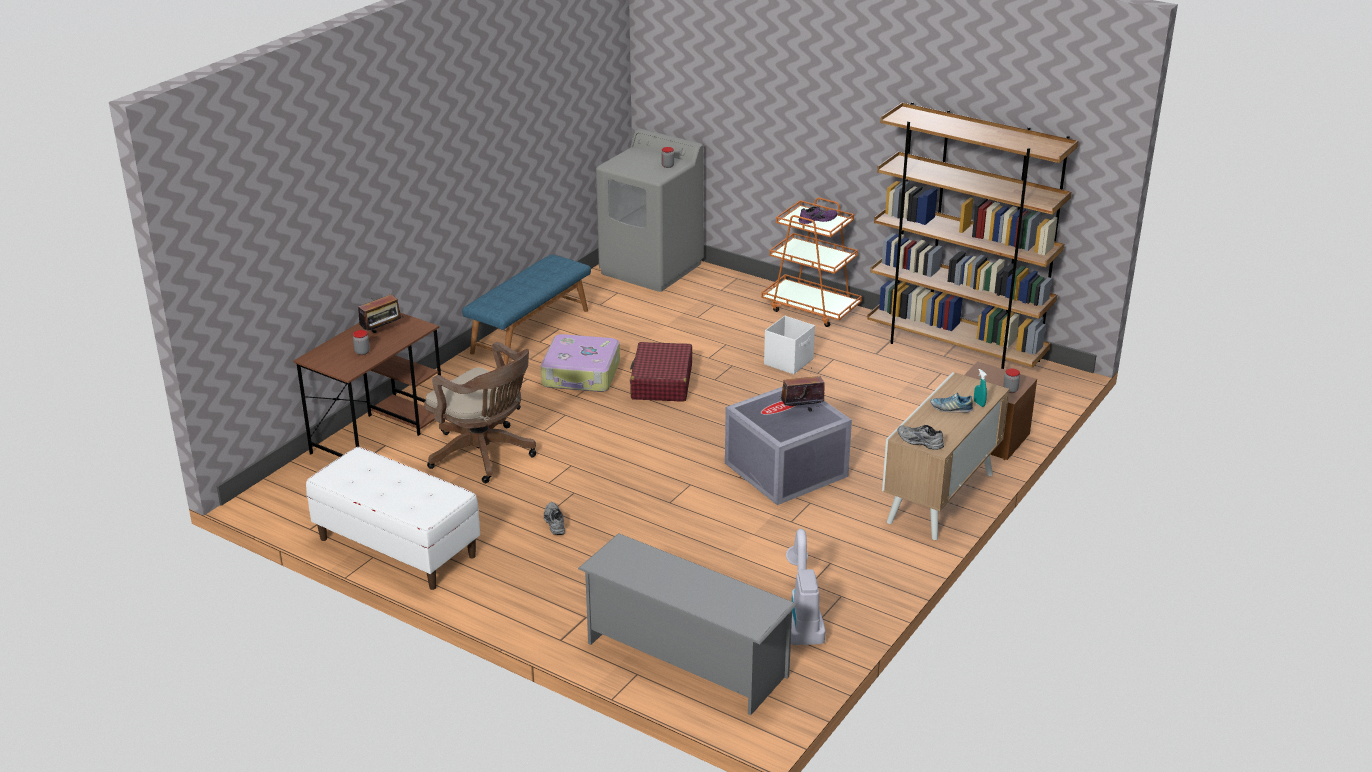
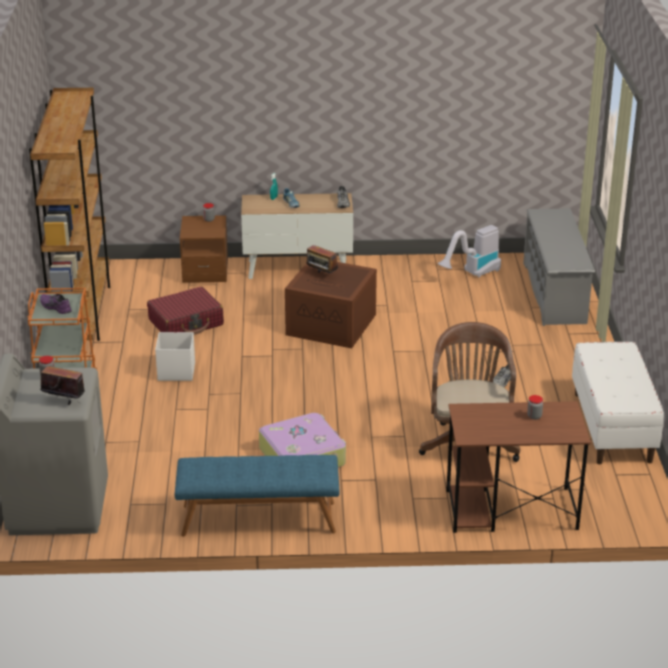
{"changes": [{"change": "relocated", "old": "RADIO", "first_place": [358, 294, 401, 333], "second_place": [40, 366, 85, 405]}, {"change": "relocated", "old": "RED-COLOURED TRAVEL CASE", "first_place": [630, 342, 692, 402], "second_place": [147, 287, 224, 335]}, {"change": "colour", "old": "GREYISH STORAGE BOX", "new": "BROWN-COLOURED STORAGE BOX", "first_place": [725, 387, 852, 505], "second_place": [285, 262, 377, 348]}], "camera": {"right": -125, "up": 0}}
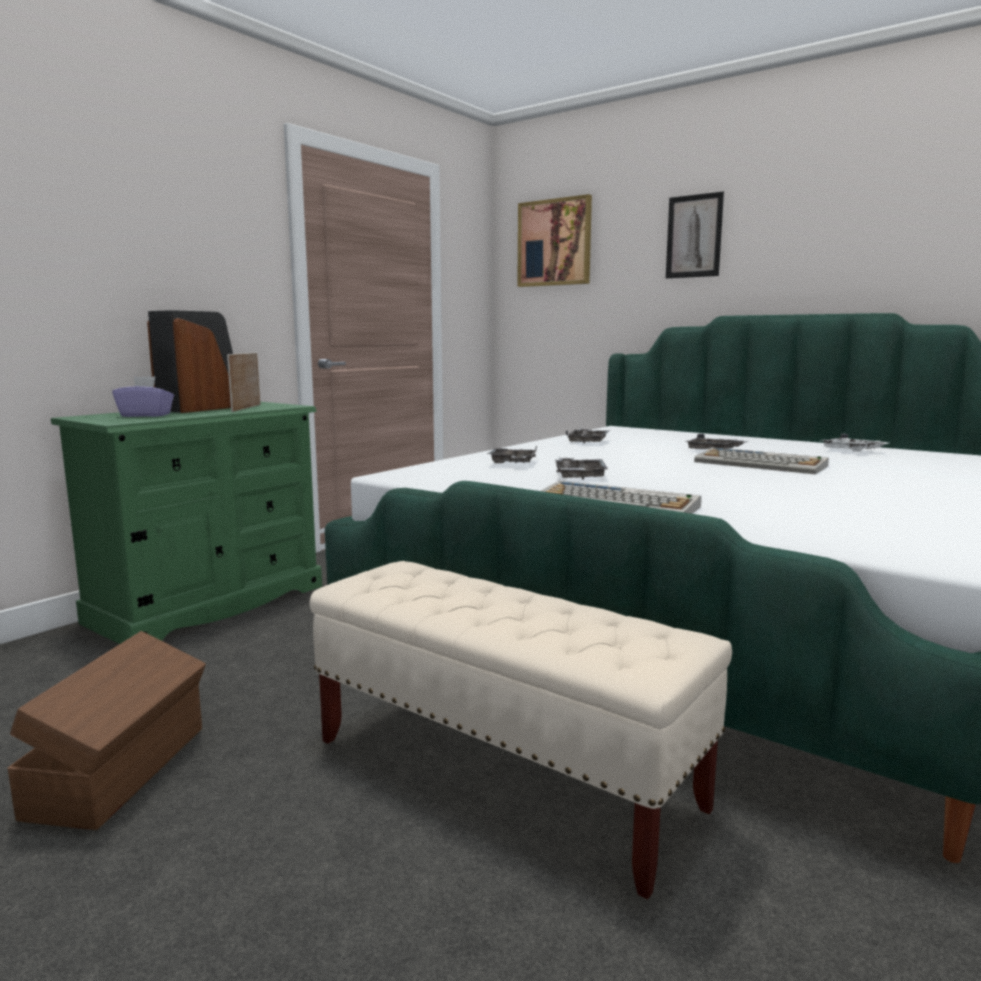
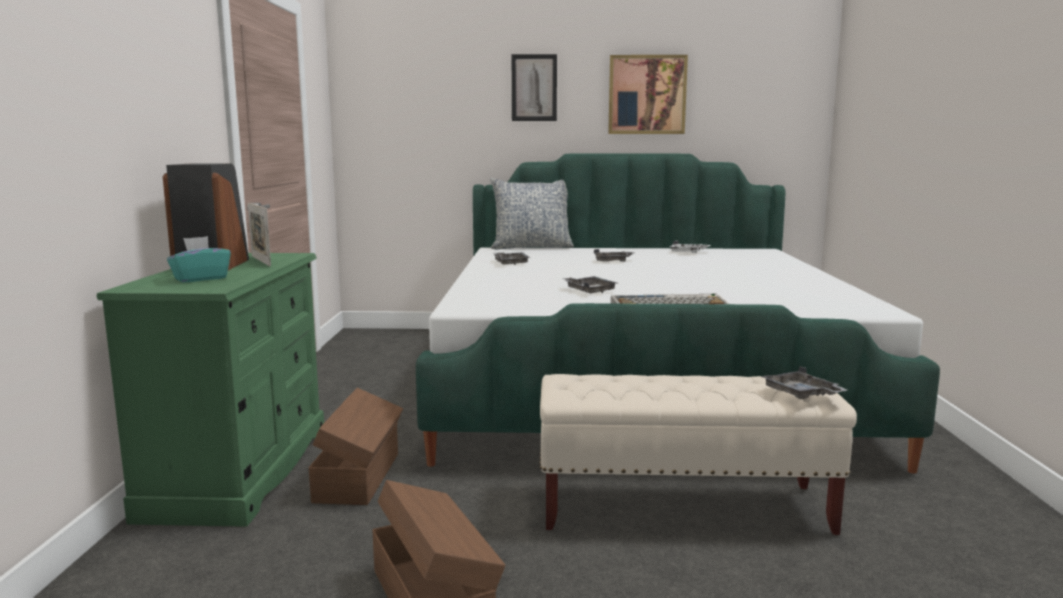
{"changes": [{"change": "missing", "old": "KEYBOARD", "first_place": [694, 447, 829, 474]}, {"change": "appeared", "new": "BROWN-COLOURED STORAGE BOX", "second_place": [309, 388, 403, 505]}, {"change": "appeared", "new": "THROW PILLOW", "second_place": [490, 178, 574, 249]}, {"change": "relocated", "old": "GREYISH TRAY", "first_place": [487, 446, 537, 463], "second_place": [760, 366, 847, 399]}, {"change": "relocated", "old": "WALL PICTURE", "first_place": [517, 194, 592, 287], "second_place": [608, 55, 688, 134]}, {"change": "colour", "old": "PURPLISH TISSUE HOLDER", "new": "TURQUOISE TISSUE HOLDER", "first_place": [112, 376, 174, 417], "second_place": [167, 236, 231, 282]}], "camera": {"right": -35, "up": 0}}
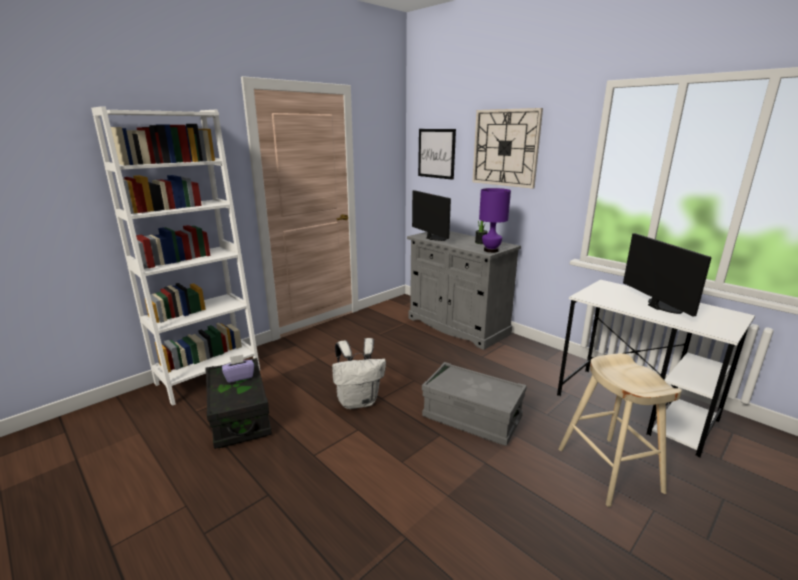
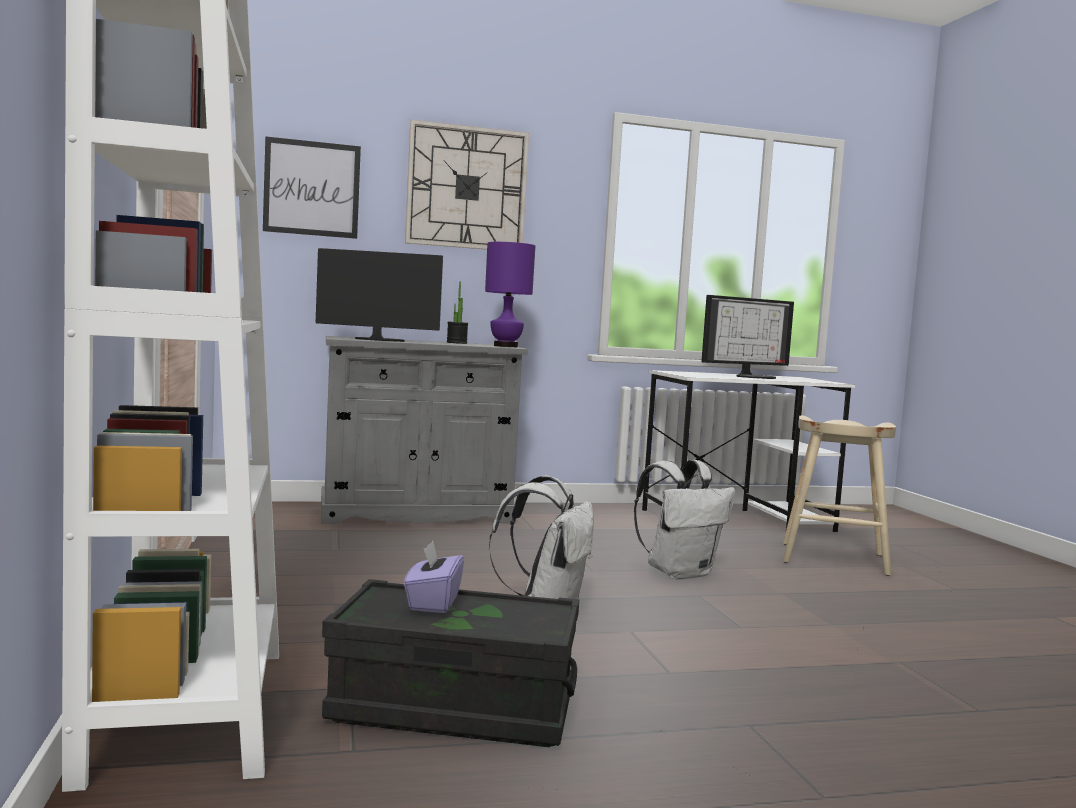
{"changes": [{"change": "exchanged", "old": "GREYISH STORAGE BOX", "new": "WHITE KNAPSACK", "first_place": [422, 362, 527, 446], "second_place": [634, 460, 735, 580]}, {"change": "spun", "old": "COMPUTER SCREEN", "first_place": [623, 233, 711, 317], "second_place": [701, 295, 794, 379], "degrees": 135}], "camera": {"right": -60, "up": -15}}
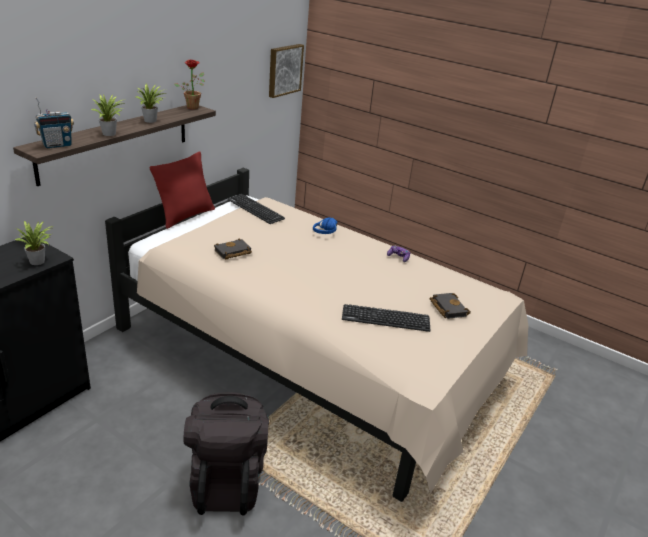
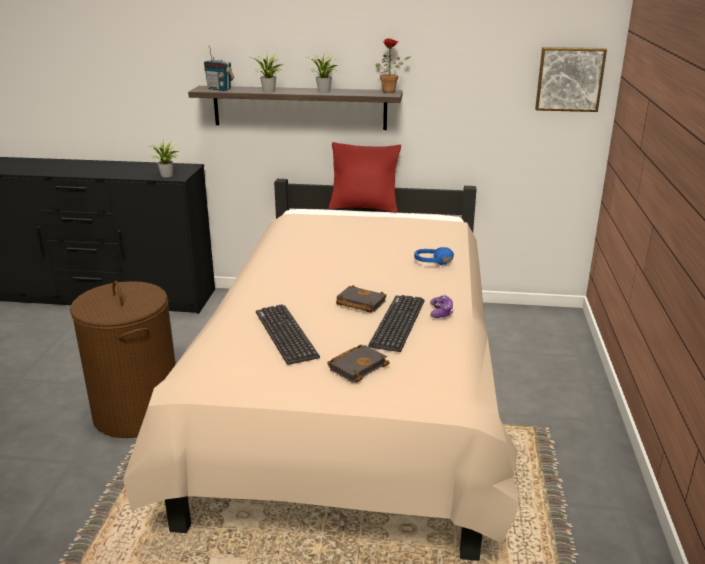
{"changes": [{"change": "relocated", "old": "BLACK BOUND BOOK", "first_place": [214, 238, 252, 260], "second_place": [336, 285, 387, 313]}, {"change": "relocated", "old": "KEYBOARD", "first_place": [228, 194, 285, 224], "second_place": [368, 295, 425, 352]}, {"change": "exchanged", "old": "BLACK KNAPSACK", "new": "BROWN-COLOURED HAMPER", "first_place": [184, 392, 269, 515], "second_place": [70, 281, 176, 438]}], "camera": {"right": 65, "up": -5}}
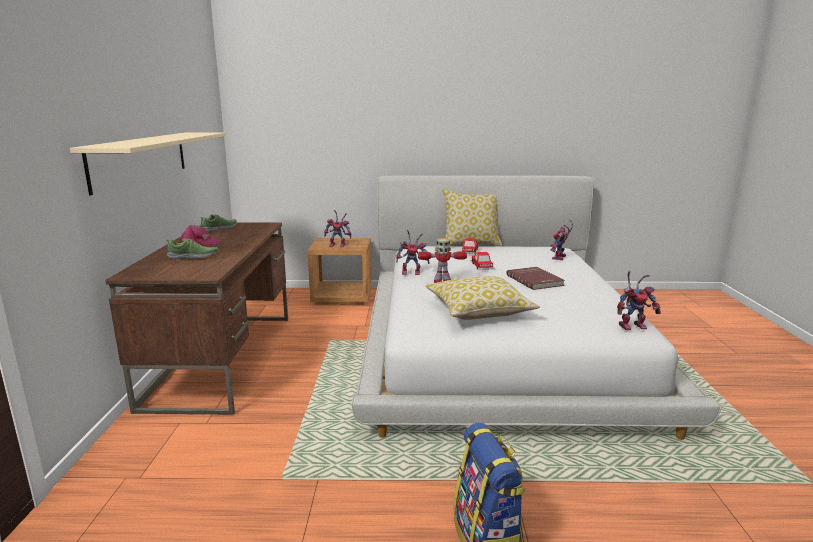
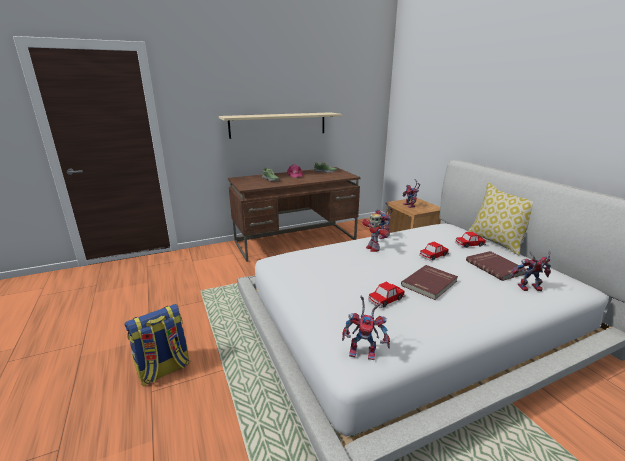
{"changes": [{"change": "missing", "old": "THROW PILLOW", "first_place": [426, 276, 540, 320]}, {"change": "appeared", "new": "TOY CAR", "second_place": [368, 281, 405, 308]}, {"change": "appeared", "new": "RED-COLOURED BOUND BOOK", "second_place": [466, 251, 527, 281]}, {"change": "spun", "old": "MODEL ROBOT", "first_place": [617, 271, 661, 330], "second_place": [342, 296, 390, 360], "degrees": -45}], "camera": {"right": 65, "up": 5}}
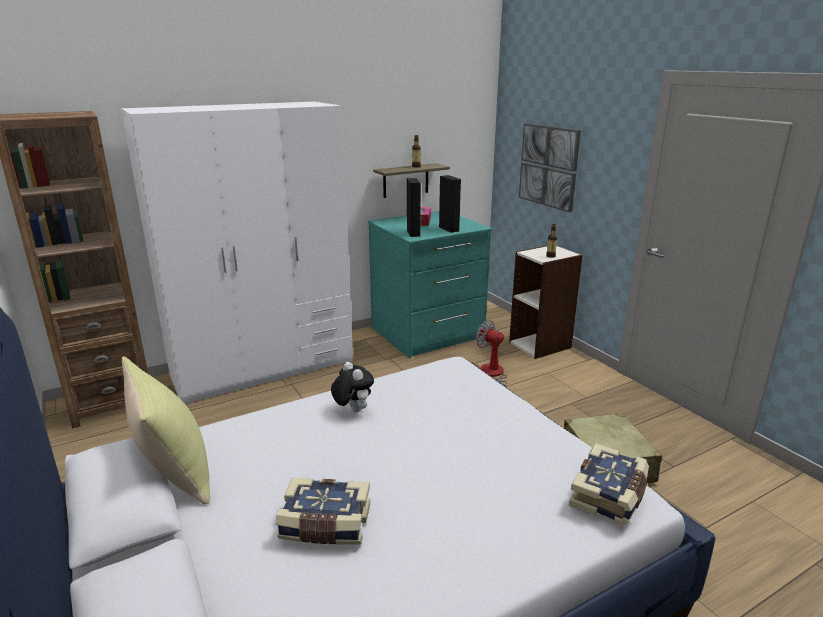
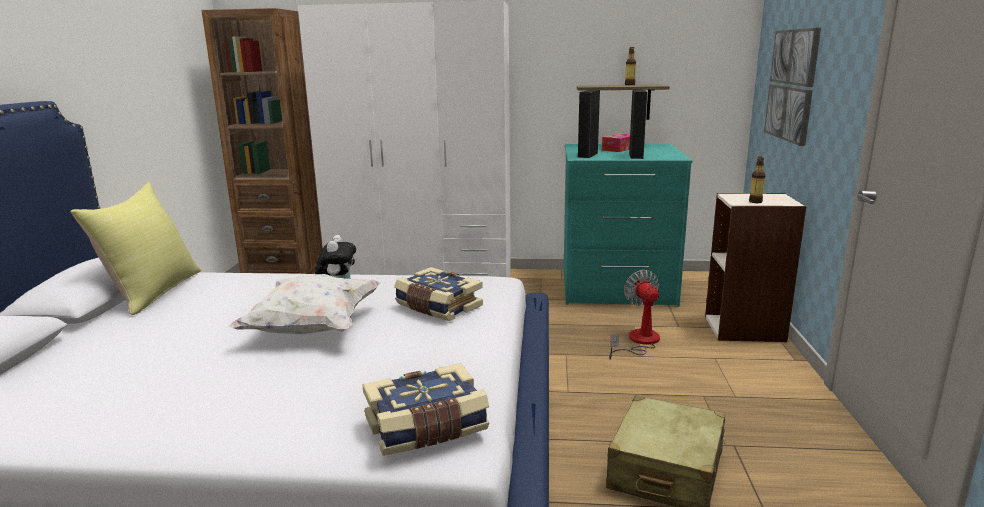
{"changes": [{"change": "appeared", "new": "WHITE THROW PILLOW", "second_place": [228, 274, 381, 334]}, {"change": "relocated", "old": "BOUND BOOK", "first_place": [276, 478, 370, 544], "second_place": [394, 267, 483, 321]}], "camera": {"right": 35, "up": -5}}
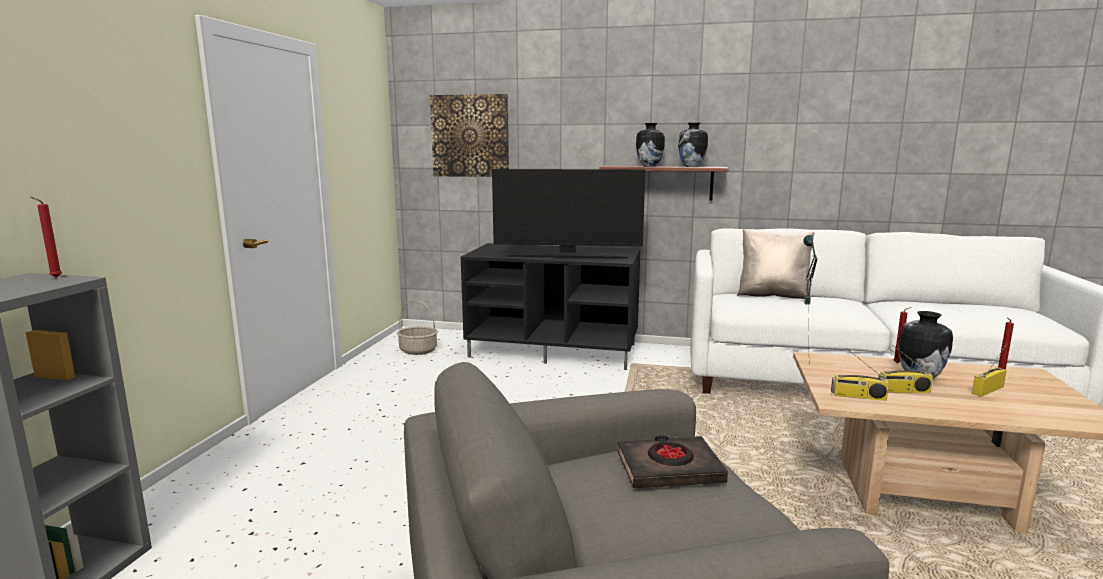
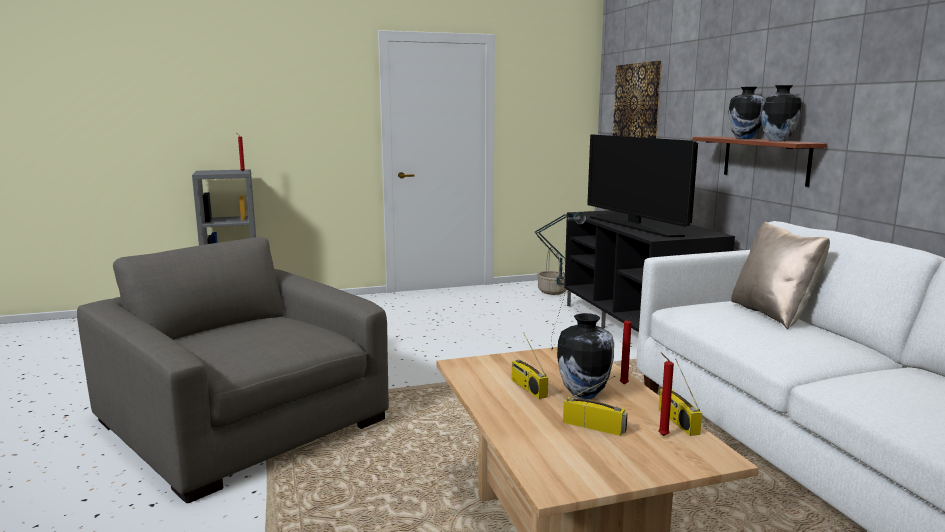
{"changes": [{"change": "missing", "old": "BLACK BOUND BOOK", "first_place": [618, 435, 728, 488]}, {"change": "relocated", "old": "RADIO", "first_place": [831, 349, 889, 401], "second_place": [659, 359, 702, 436]}], "camera": {"right": 60, "up": 0}}
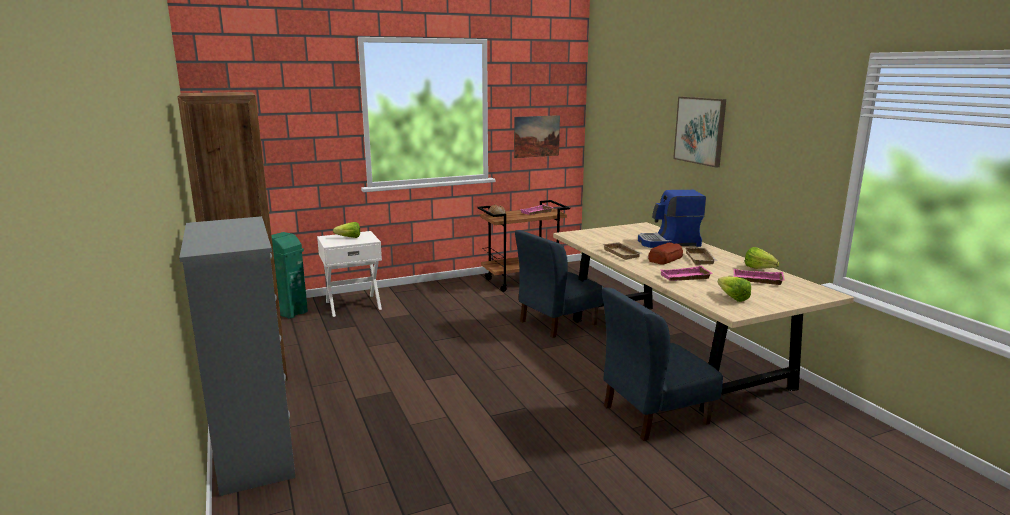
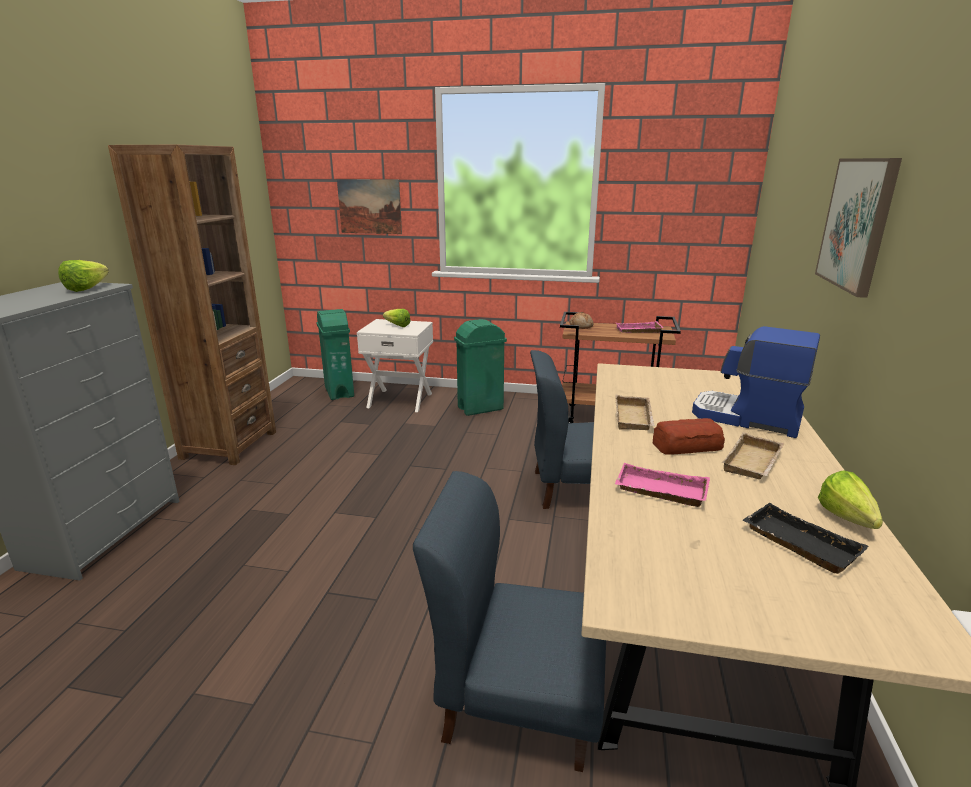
{"changes": [{"change": "appeared", "new": "GREEN WASTE BIN", "second_place": [454, 319, 507, 416]}, {"change": "relocated", "old": "WALL PICTURE", "first_place": [514, 115, 560, 158], "second_place": [337, 179, 402, 234]}, {"change": "relocated", "old": "LETTUCE HEAD", "first_place": [718, 276, 751, 302], "second_place": [58, 260, 109, 292]}, {"change": "colour", "old": "PINK-COLOURED TRAY", "new": "BLACK TRAY", "first_place": [733, 269, 785, 285], "second_place": [743, 503, 869, 574]}], "camera": {"right": 35, "up": 5}}
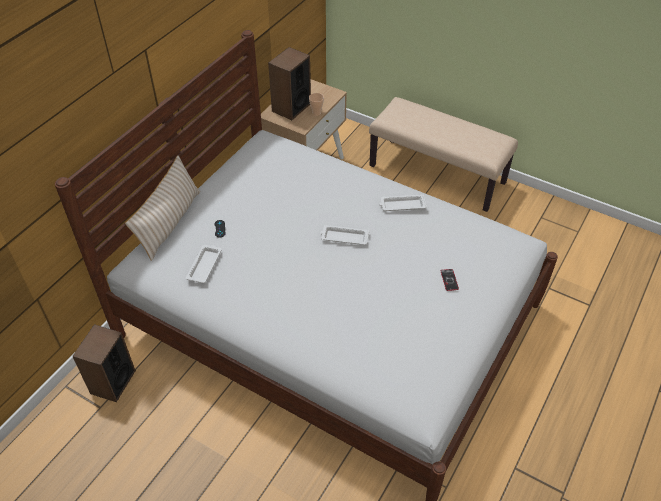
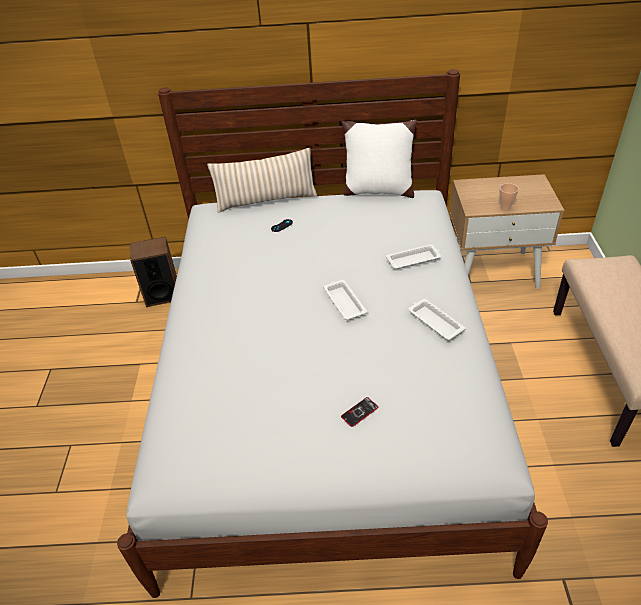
{"changes": [{"change": "missing", "old": "LOUDSPEAKER", "first_place": [268, 47, 311, 120]}, {"change": "appeared", "new": "WHITE THROW PILLOW", "second_place": [341, 120, 417, 198]}, {"change": "relocated", "old": "WHITE TRAY", "first_place": [186, 245, 222, 283], "second_place": [386, 244, 441, 269]}], "camera": {"right": 60, "up": -5}}
